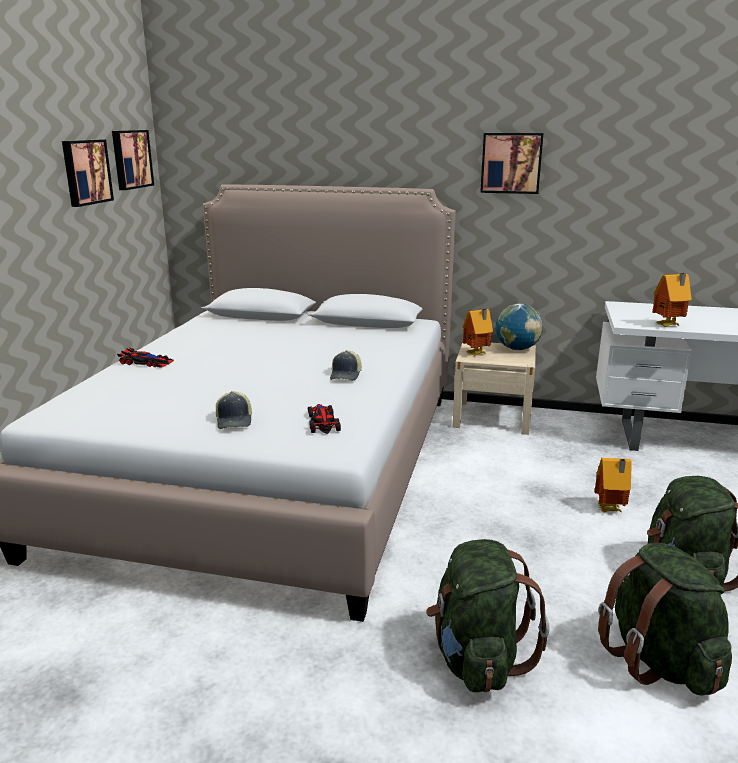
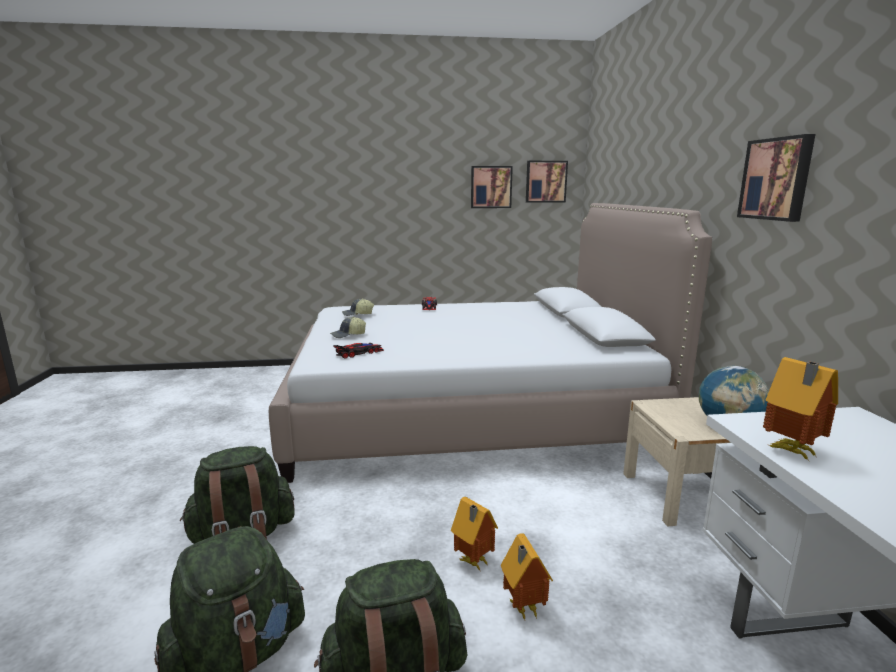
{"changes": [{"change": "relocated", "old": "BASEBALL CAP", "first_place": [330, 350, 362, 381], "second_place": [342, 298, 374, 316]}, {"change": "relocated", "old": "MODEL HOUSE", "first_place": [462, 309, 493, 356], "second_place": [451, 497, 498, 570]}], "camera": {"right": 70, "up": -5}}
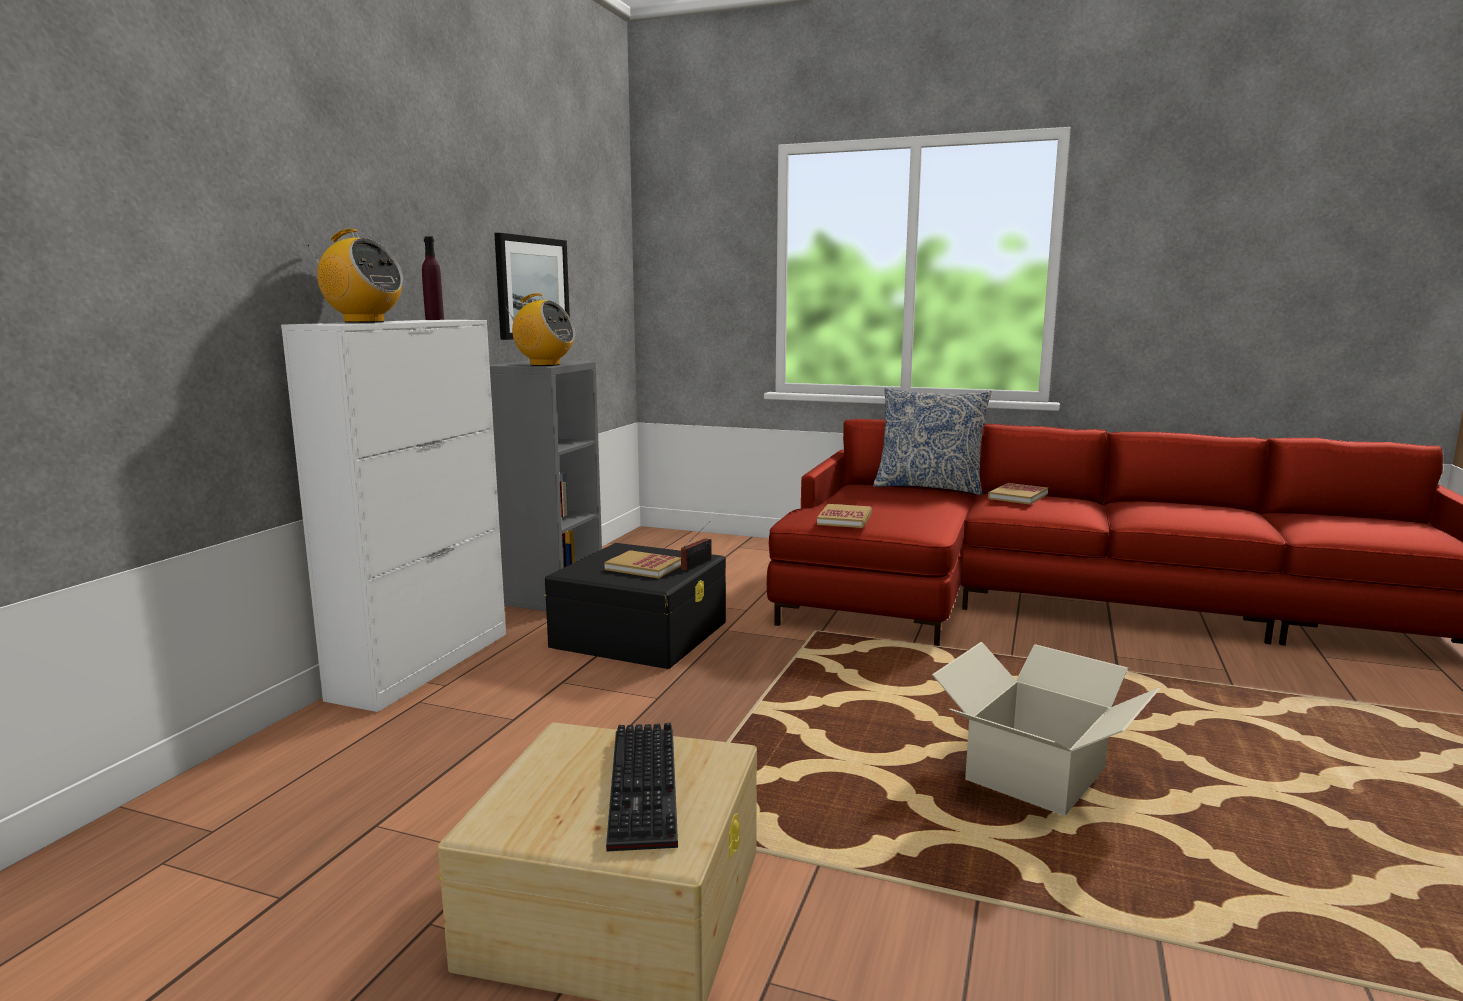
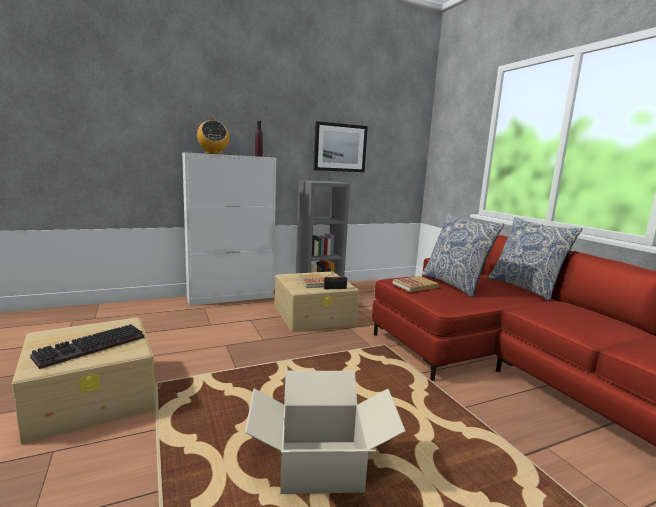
{"changes": [{"change": "missing", "old": "RADIO", "first_place": [505, 293, 575, 366]}, {"change": "missing", "old": "BOUND BOOK", "first_place": [988, 483, 1048, 505]}, {"change": "appeared", "new": "THROW PILLOW", "second_place": [422, 213, 504, 297]}, {"change": "colour", "old": "BLACK STORAGE BOX", "new": "BEIGE STORAGE BOX", "first_place": [544, 543, 726, 669], "second_place": [275, 271, 359, 332]}], "camera": {"right": 45, "up": 0}}
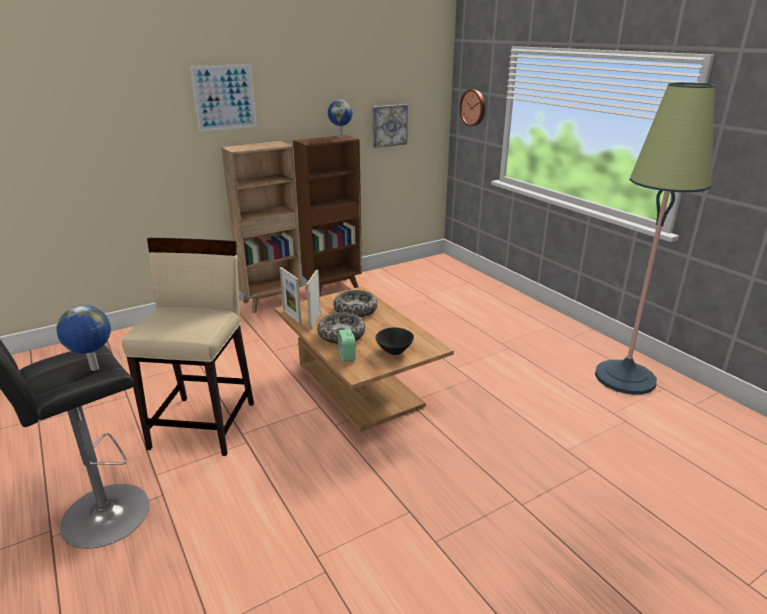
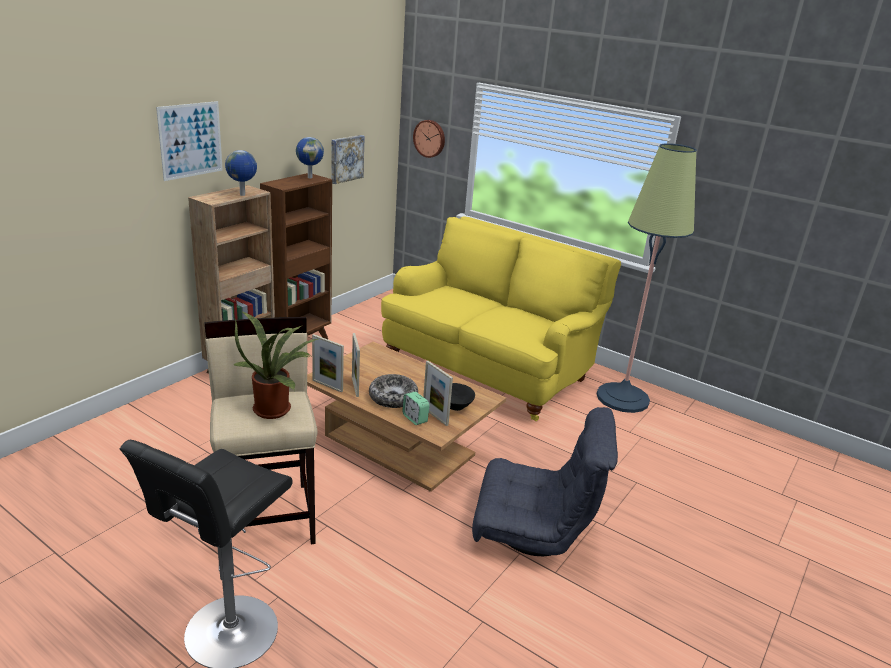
{"changes": [{"change": "missing", "old": "BOWL", "first_place": [333, 290, 378, 317]}, {"change": "appeared", "new": "HOUSEPLANT", "second_place": [234, 312, 318, 419]}, {"change": "appeared", "new": "YELLOW-COLOURED SETTEE", "second_place": [381, 216, 621, 421]}, {"change": "appeared", "new": "PHOTO FRAME", "second_place": [423, 361, 453, 426]}, {"change": "appeared", "new": "GREYISH LOUNGE CHAIR", "second_place": [472, 407, 618, 556]}, {"change": "relocated", "old": "DESK GLOBE", "first_place": [56, 305, 111, 371], "second_place": [225, 150, 257, 196]}], "camera": {"right": -25, "up": 0}}
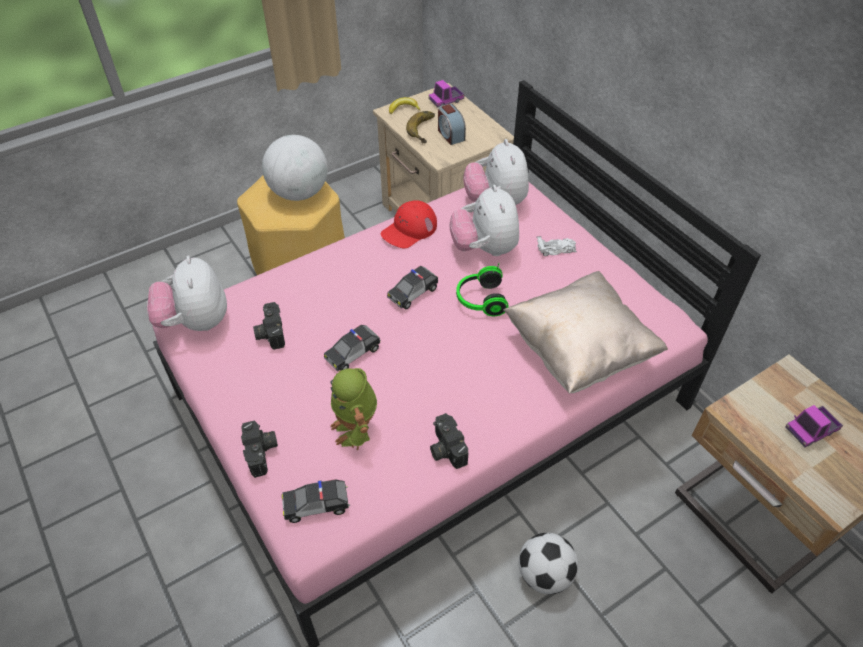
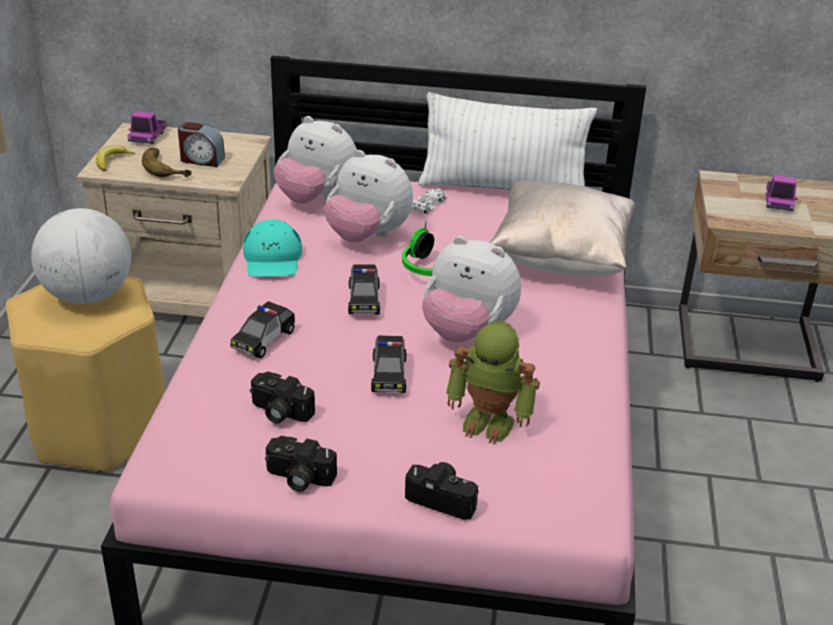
{"changes": [{"change": "missing", "old": "FOOTBALL", "first_place": [519, 533, 578, 594]}, {"change": "appeared", "new": "WHITE THROW PILLOW", "second_place": [418, 92, 597, 189]}, {"change": "relocated", "old": "PLUSH TOY", "first_place": [147, 256, 227, 331], "second_place": [422, 236, 521, 343]}, {"change": "relocated", "old": "TOY CAR", "first_place": [282, 479, 350, 523], "second_place": [230, 301, 295, 359]}, {"change": "relocated", "old": "PHOTO CAMERA", "first_place": [430, 413, 468, 469], "second_place": [265, 436, 337, 492]}, {"change": "colour", "old": "RED-COLOURED BASEBALL CAP", "new": "TURQUOISE BASEBALL CAP", "first_place": [381, 200, 437, 248], "second_place": [243, 219, 302, 276]}], "camera": {"right": -50, "up": -15}}
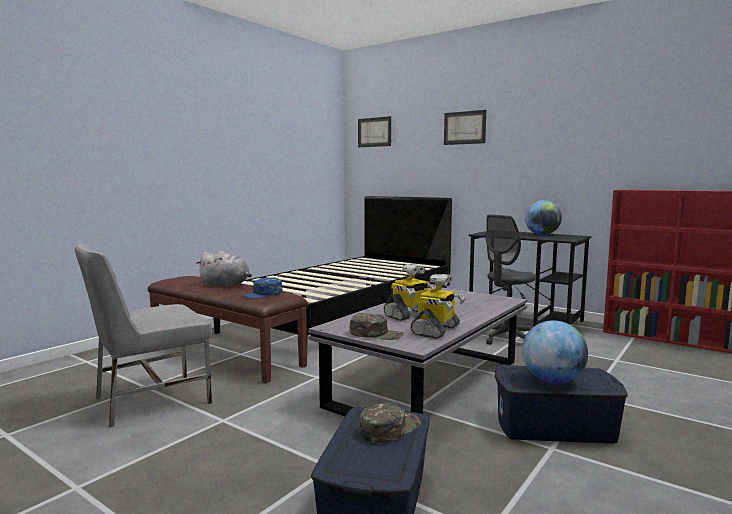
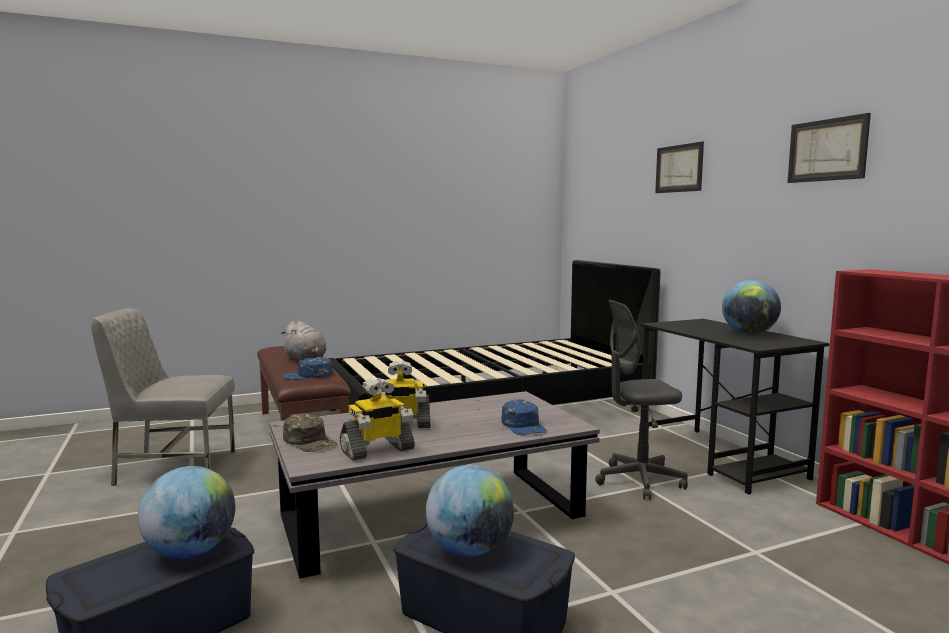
{"changes": [{"change": "appeared", "new": "BLUISH BASEBALL CAP", "second_place": [501, 399, 547, 435]}, {"change": "relocated", "old": "WALL PICTURE", "first_place": [358, 116, 391, 147], "second_place": [787, 113, 871, 183]}, {"change": "exchanged", "old": "GREEN BASEBALL CAP", "new": "DESK GLOBE", "first_place": [359, 403, 421, 443], "second_place": [138, 466, 235, 559]}], "camera": {"right": 30, "up": 0}}
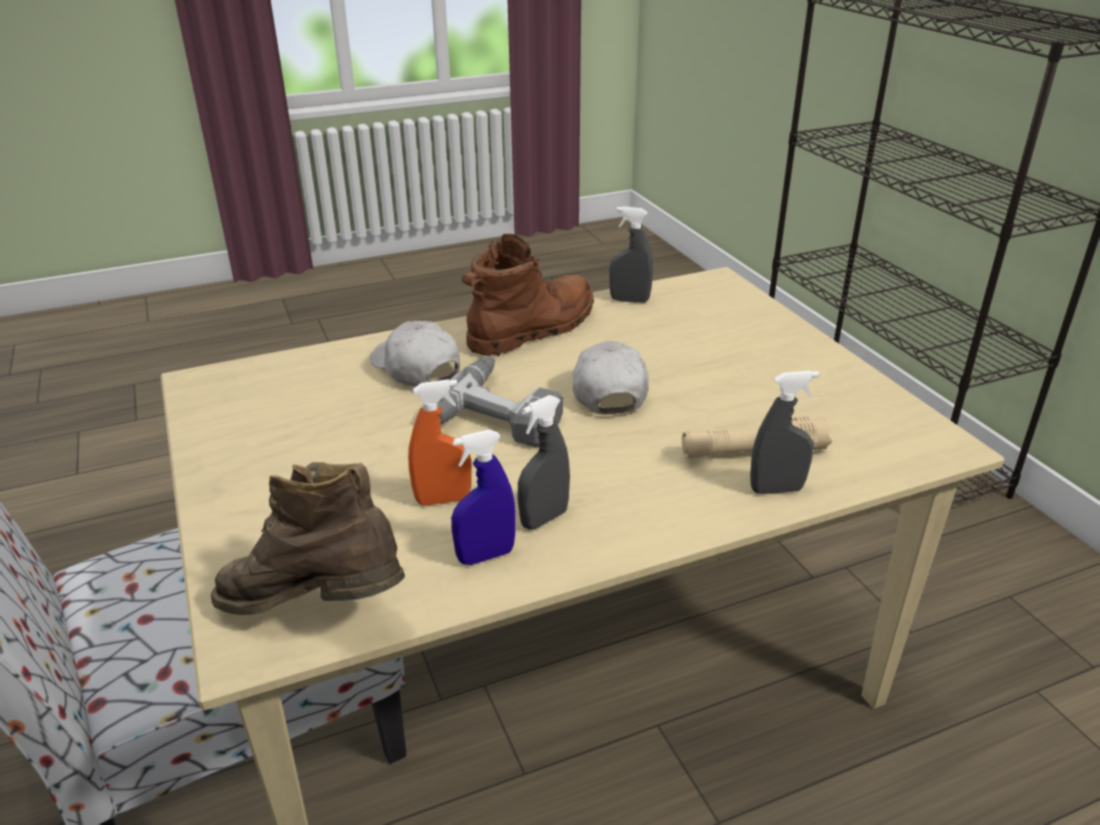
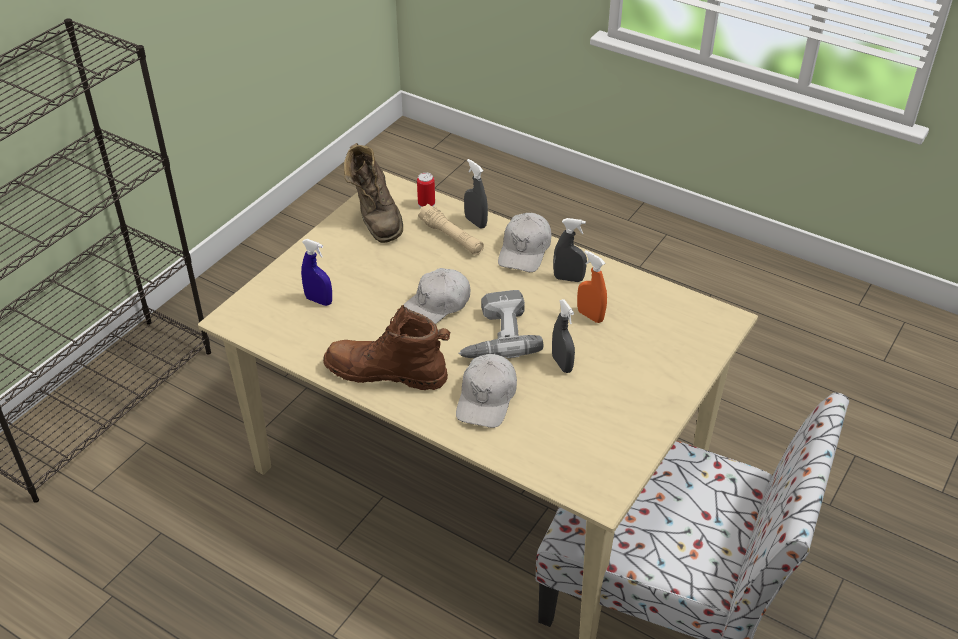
{"changes": [{"change": "appeared", "new": "CAN", "second_place": [417, 172, 435, 208]}, {"change": "appeared", "new": "WHITE BASEBALL CAP", "second_place": [498, 213, 552, 272]}, {"change": "relocated", "old": "BROWN-COLOURED TALL BOOT", "first_place": [211, 462, 405, 615], "second_place": [344, 143, 403, 243]}, {"change": "relocated", "old": "BLUISH SPRAY BOTTLE", "first_place": [451, 429, 516, 565], "second_place": [301, 239, 332, 306]}, {"change": "relocated", "old": "GREYISH SPRAY BOTTLE", "first_place": [609, 206, 653, 303], "second_place": [552, 299, 575, 373]}], "camera": {"right": -125, "up": 10}}
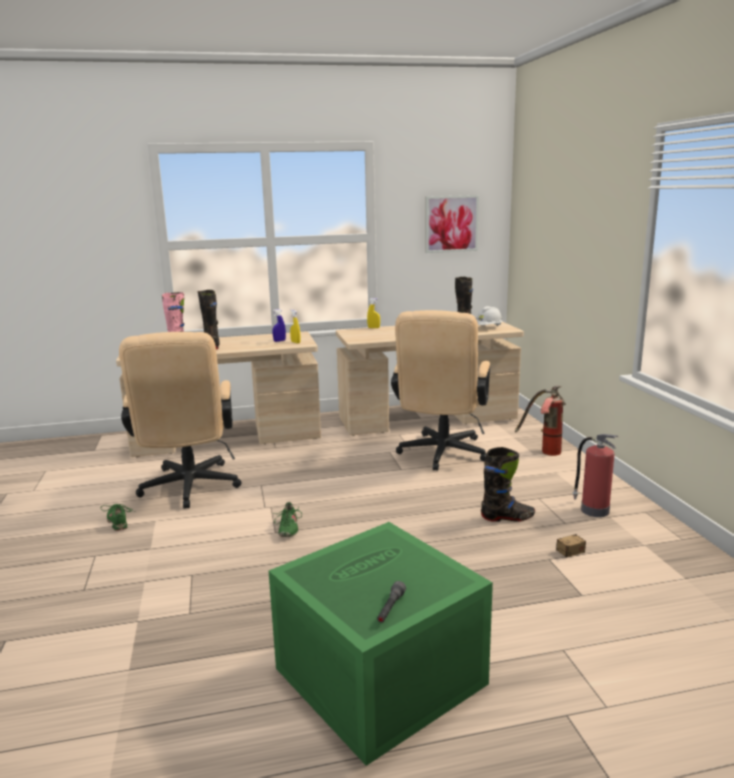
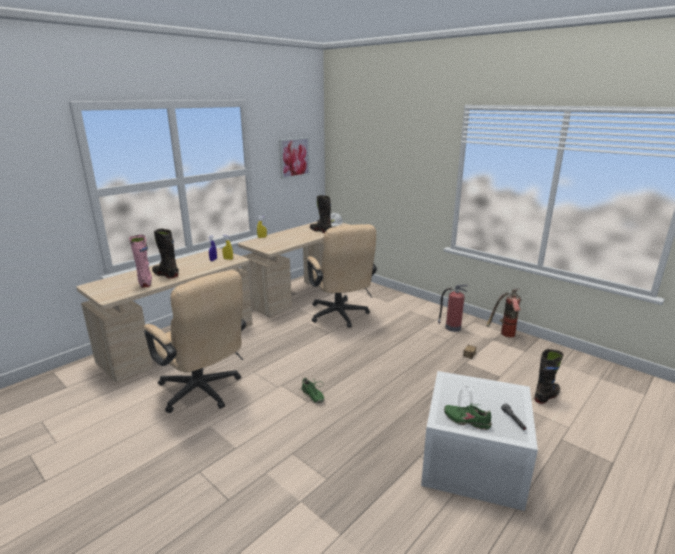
{"changes": [{"change": "relocated", "old": "GREEN LOW SHOE", "first_place": [101, 504, 134, 531], "second_place": [444, 403, 492, 430]}, {"change": "relocated", "old": "BLACK TALL BOOT", "first_place": [481, 447, 535, 522], "second_place": [534, 349, 563, 404]}, {"change": "relocated", "old": "FIRE EXTINGUISHER", "first_place": [515, 386, 566, 456], "second_place": [487, 288, 522, 337]}, {"change": "colour", "old": "GREEN STORAGE BOX", "new": "WHITE STORAGE BOX", "first_place": [269, 522, 493, 766], "second_place": [421, 371, 538, 511]}], "camera": {"right": -35, "up": 5}}
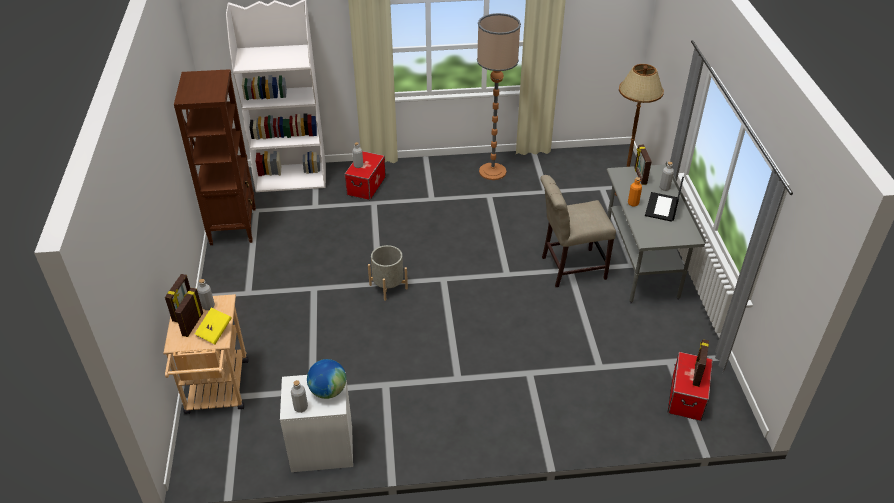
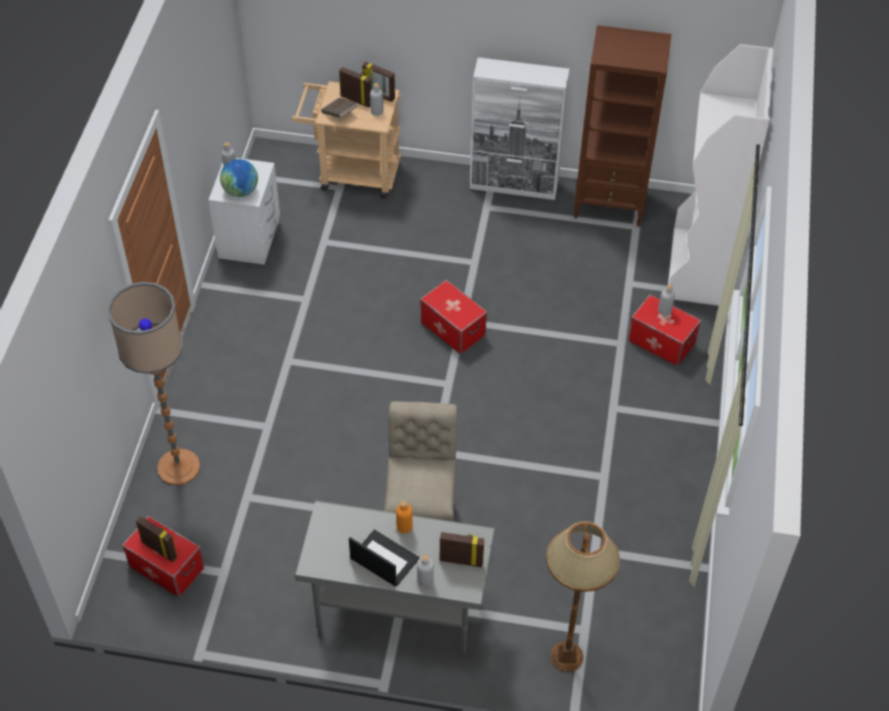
{"changes": [{"change": "appeared", "new": "WHITE CUPBOARD", "second_place": [469, 57, 569, 200]}, {"change": "relocated", "old": "STANDARD LAMP", "first_place": [477, 13, 521, 180], "second_place": [107, 282, 200, 485]}, {"change": "exchanged", "old": "GREYISH PLANTER", "new": "STORAGE BOX", "first_place": [368, 245, 408, 301], "second_place": [420, 280, 487, 354]}, {"change": "colour", "old": "YELLOW-COLOURED BOUND BOOK", "new": "BROWN-COLOURED BOUND BOOK", "first_place": [195, 308, 232, 345], "second_place": [321, 98, 358, 118]}], "camera": {"right": 105, "up": 10}}
